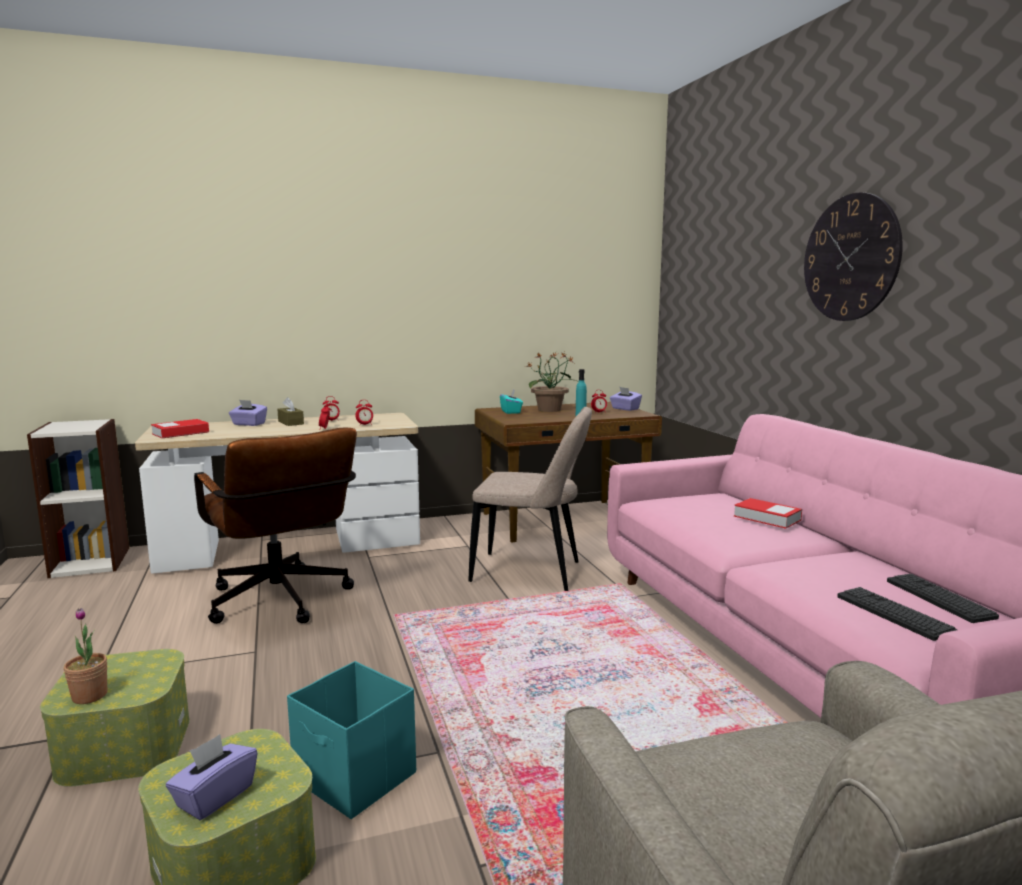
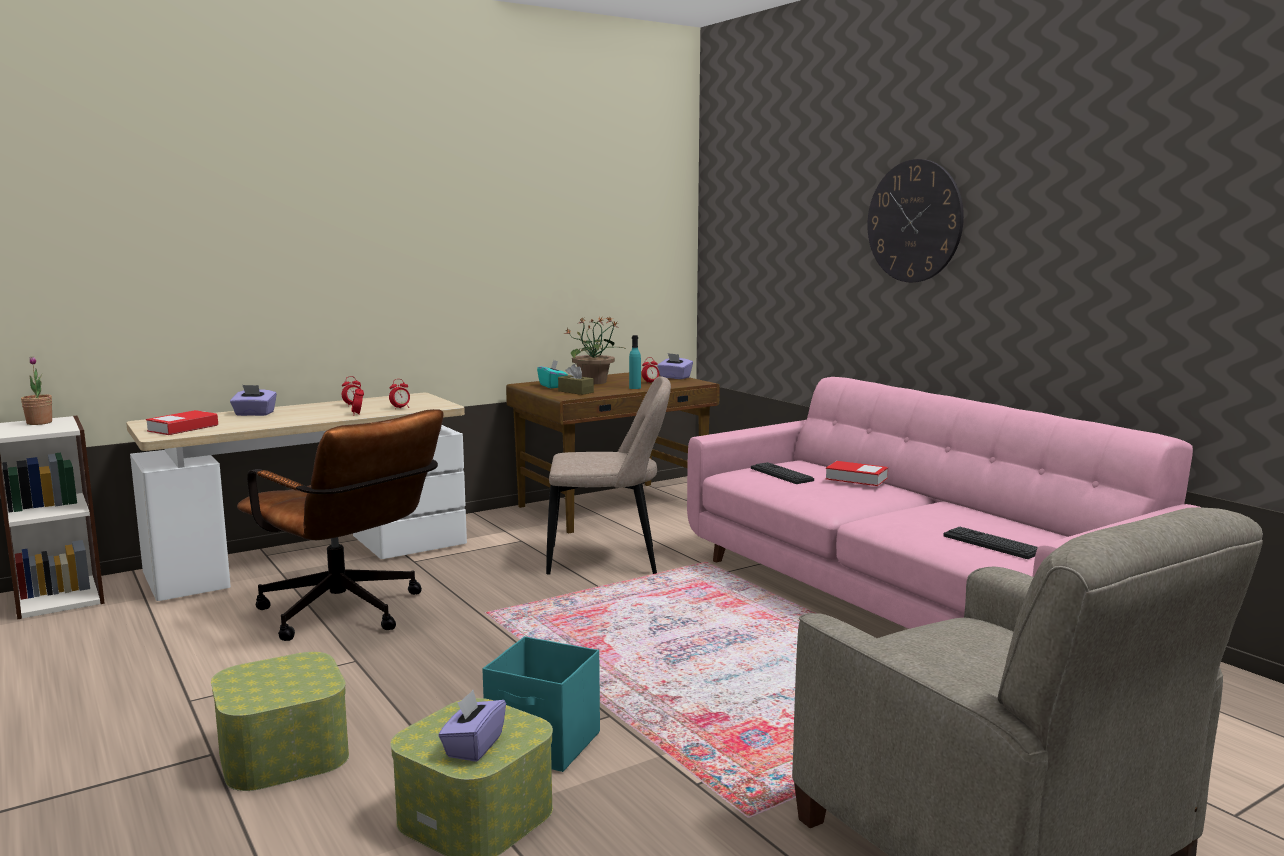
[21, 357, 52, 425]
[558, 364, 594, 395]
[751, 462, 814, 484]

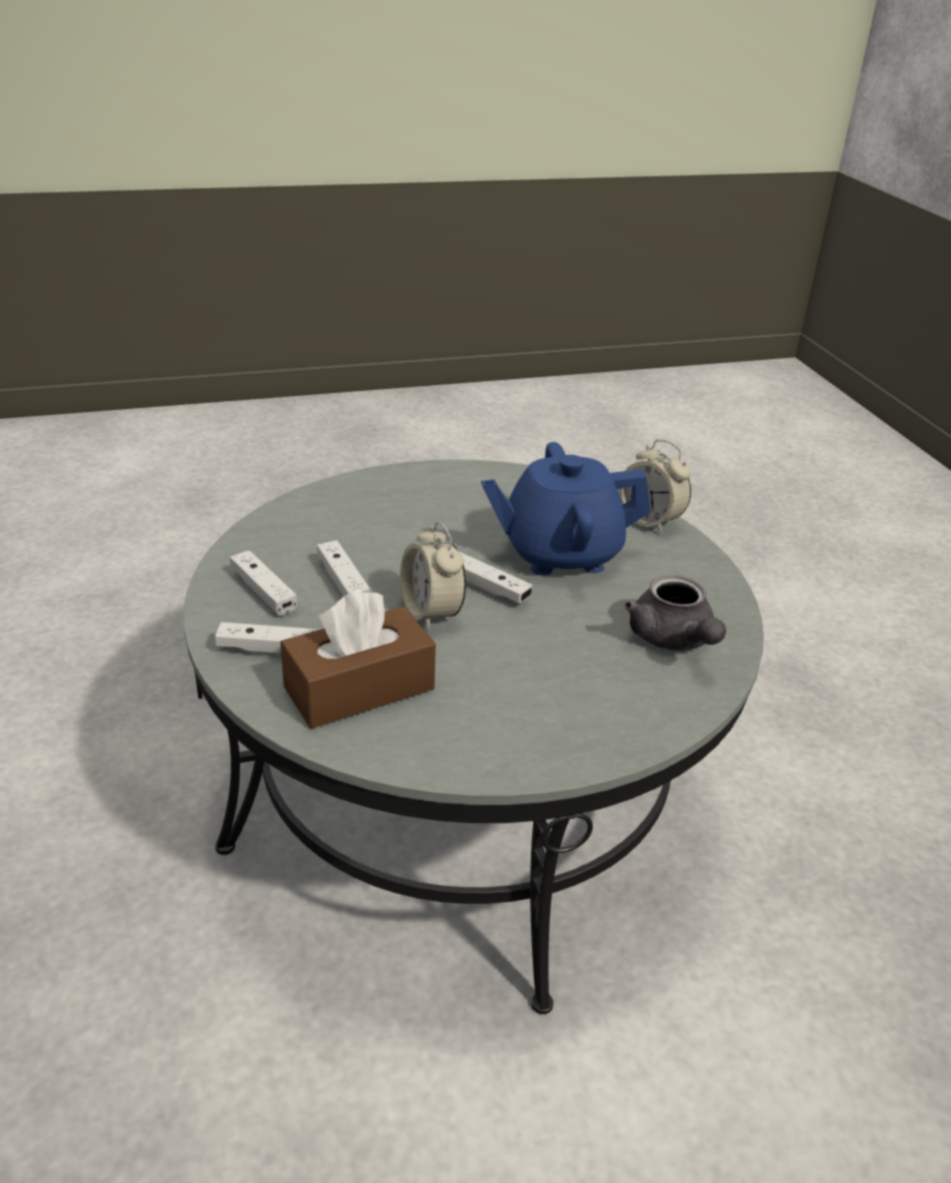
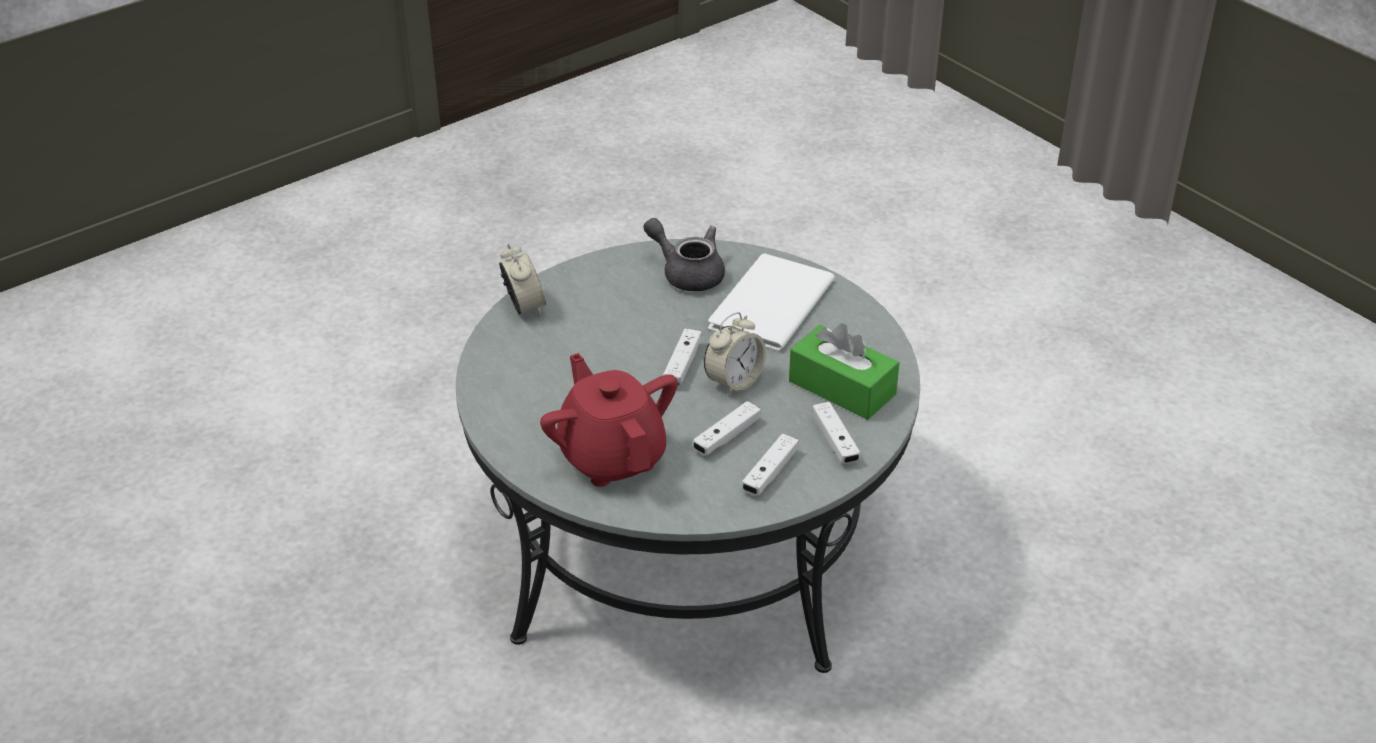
[789, 324, 899, 420]
[481, 442, 651, 576] (first image)
[499, 243, 546, 316]
[643, 218, 725, 291]
[540, 353, 678, 487]
[708, 253, 835, 351]

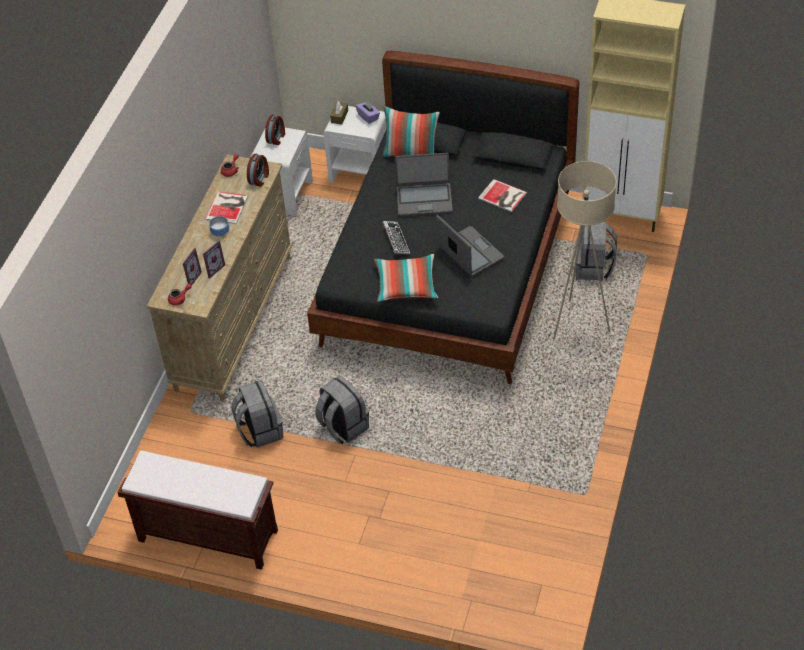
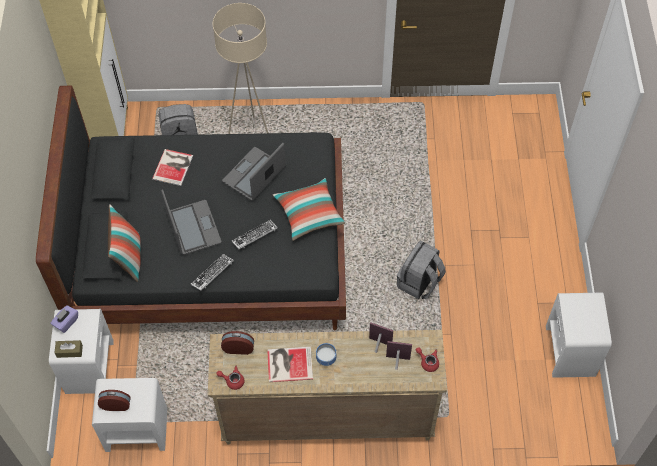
[546, 293, 612, 378]
[231, 380, 283, 448] (first image)
[191, 254, 234, 291]

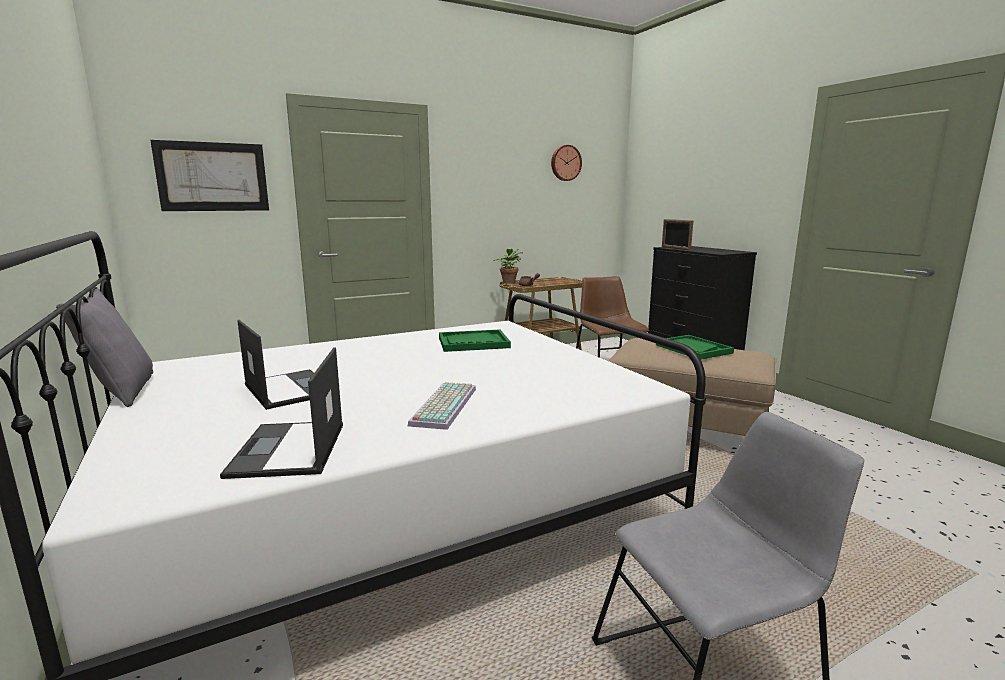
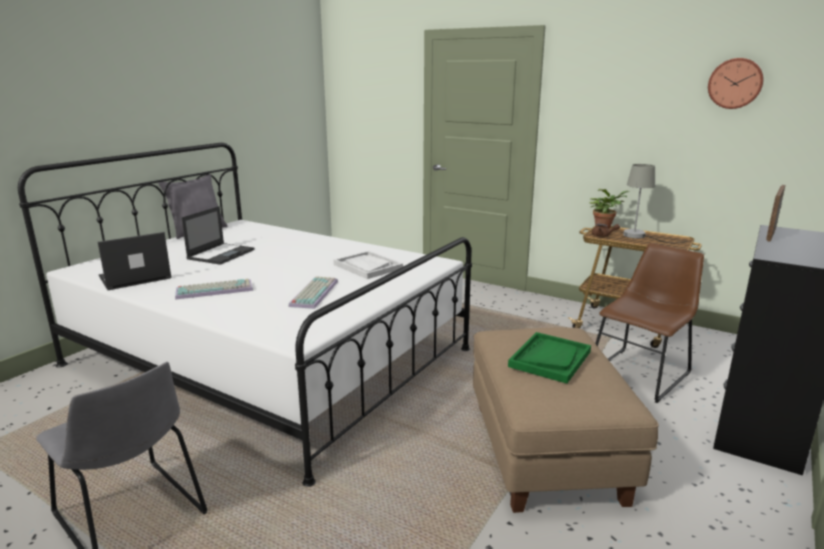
[150, 140, 269, 211] (first image)
[333, 251, 403, 279]
[288, 277, 338, 309]
[623, 164, 687, 244]

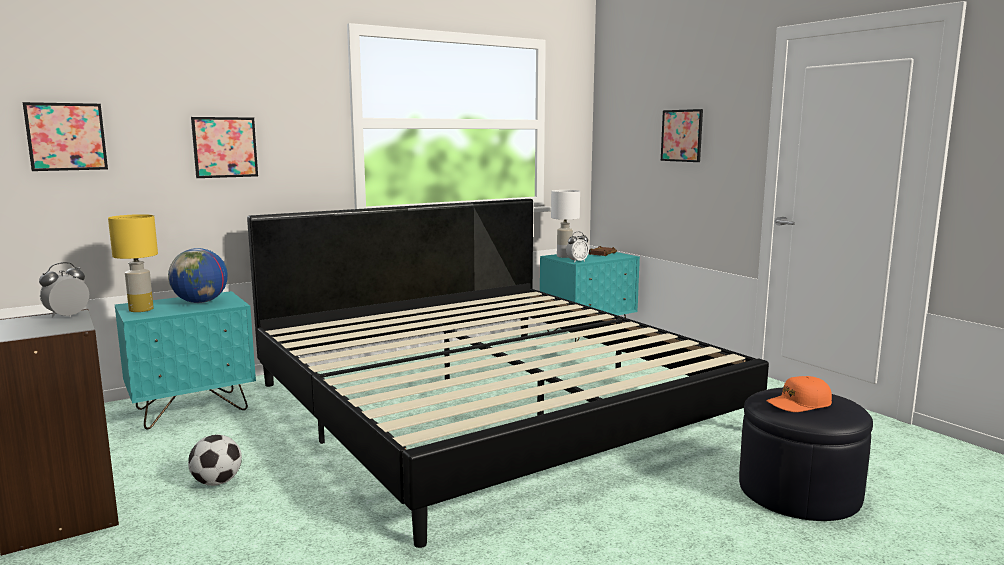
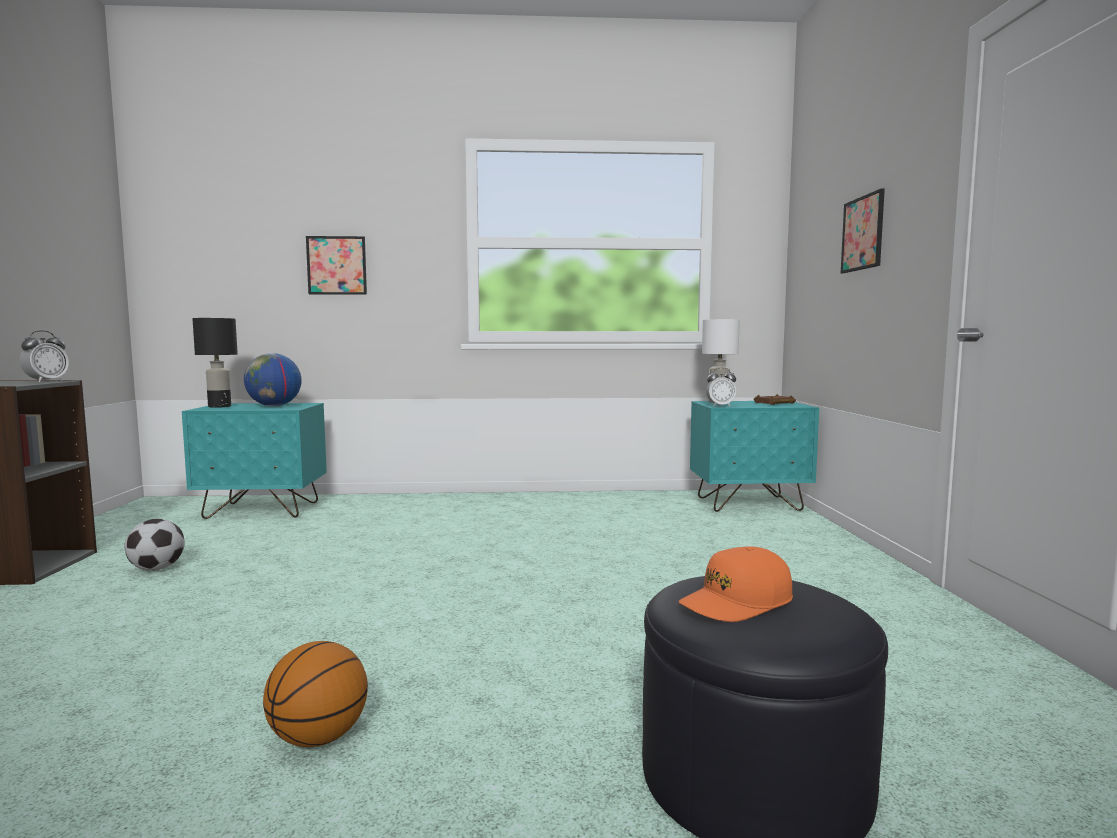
[23, 102, 108, 171] (first image)
[20, 330, 69, 382]
[192, 318, 238, 408]
[247, 199, 769, 548] (first image)
[679, 546, 793, 622]
[263, 641, 368, 747]

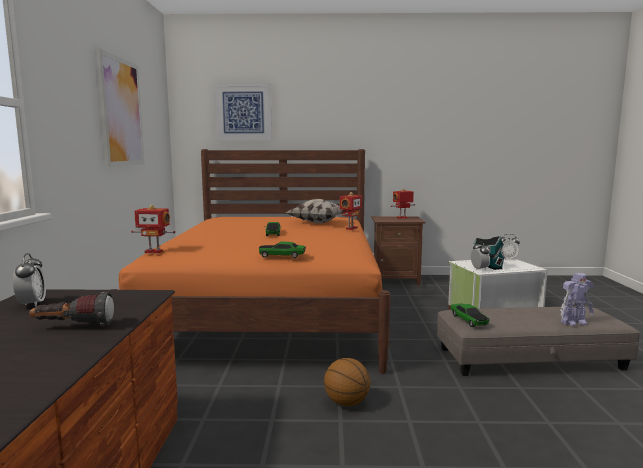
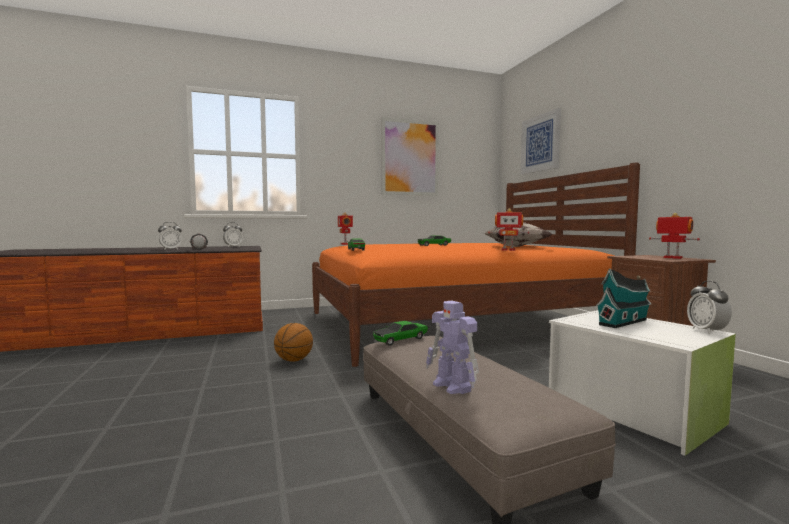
[158, 222, 182, 250]

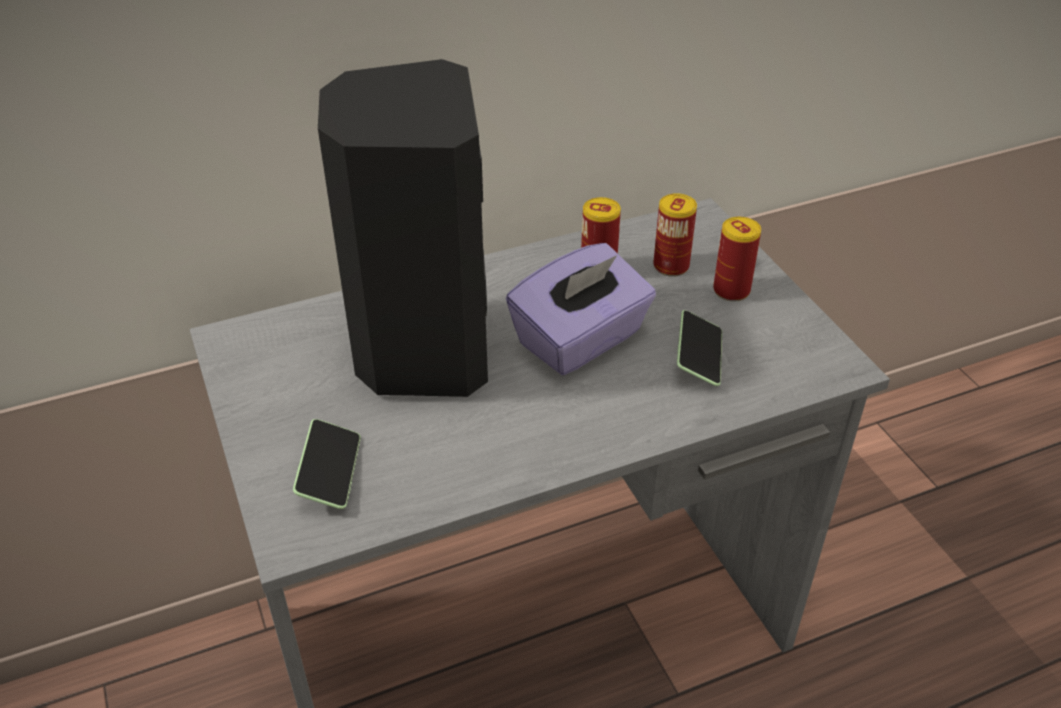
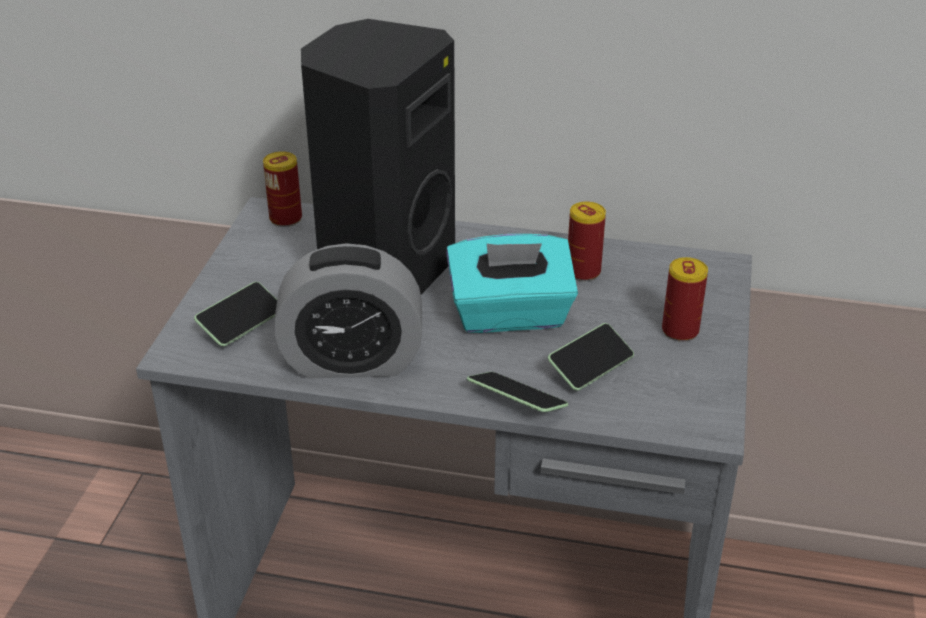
[446, 234, 578, 333]
[263, 151, 302, 227]
[274, 243, 422, 378]
[467, 372, 568, 412]

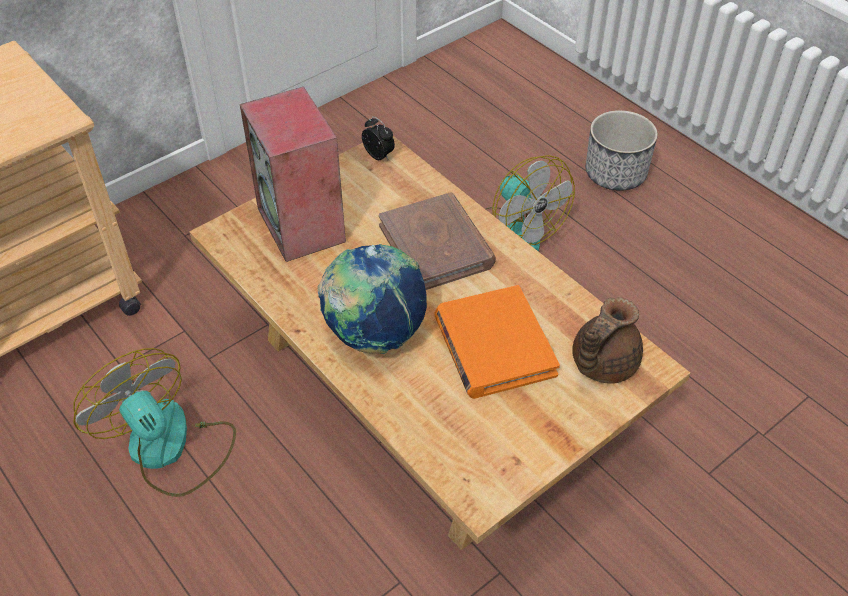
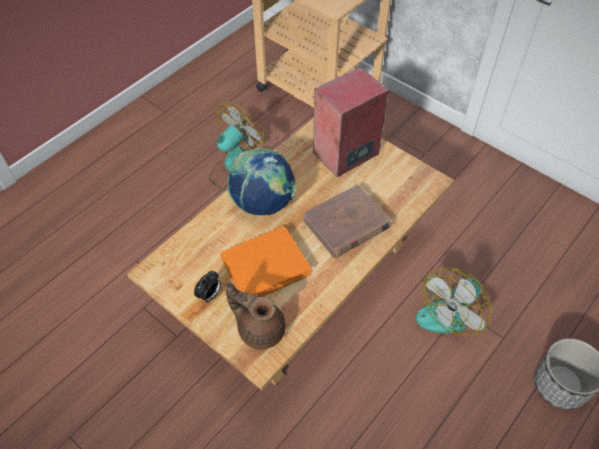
[194, 271, 221, 303]

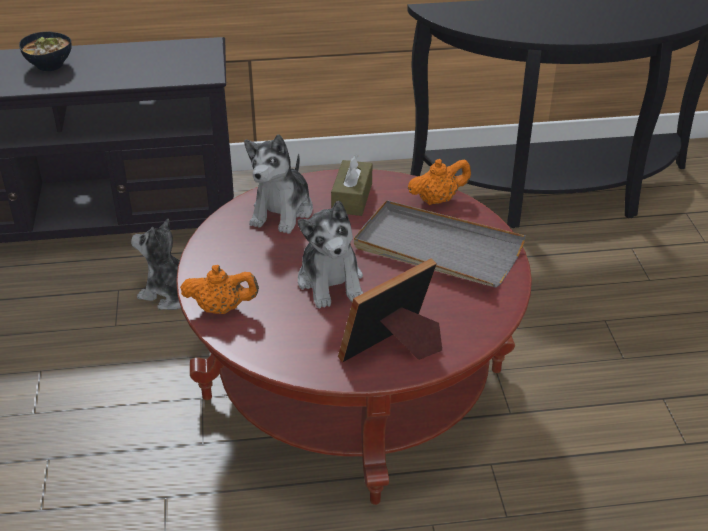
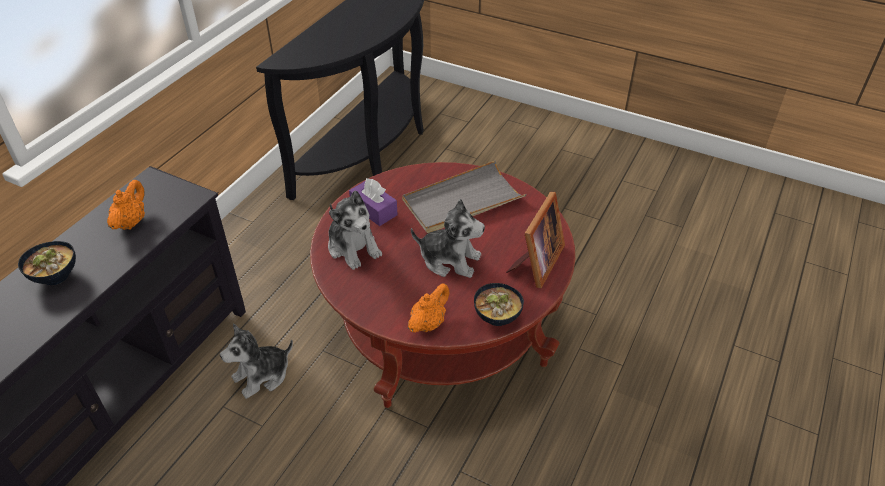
[349, 178, 398, 226]
[506, 192, 565, 288]
[107, 180, 145, 230]
[474, 283, 524, 326]

